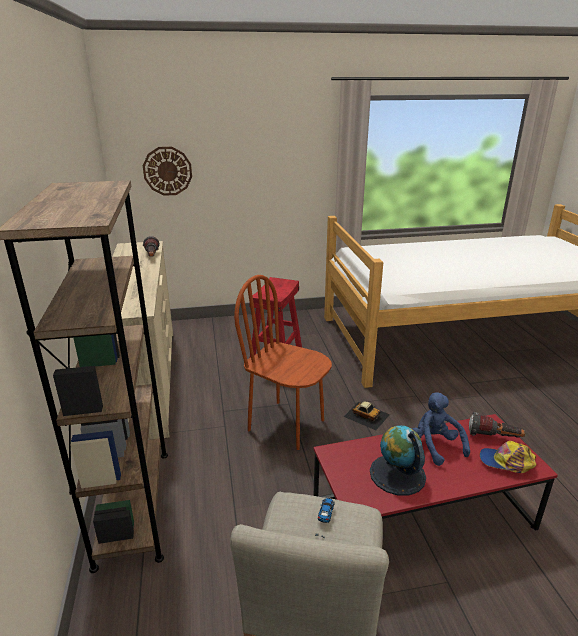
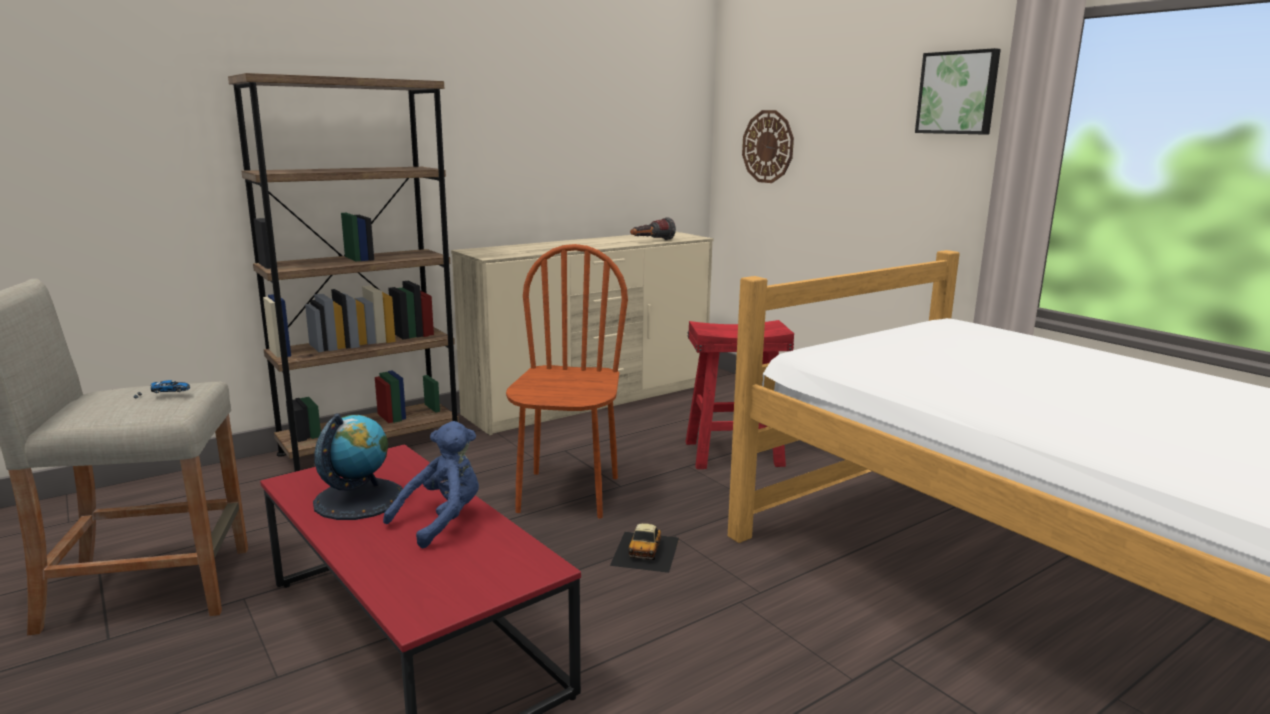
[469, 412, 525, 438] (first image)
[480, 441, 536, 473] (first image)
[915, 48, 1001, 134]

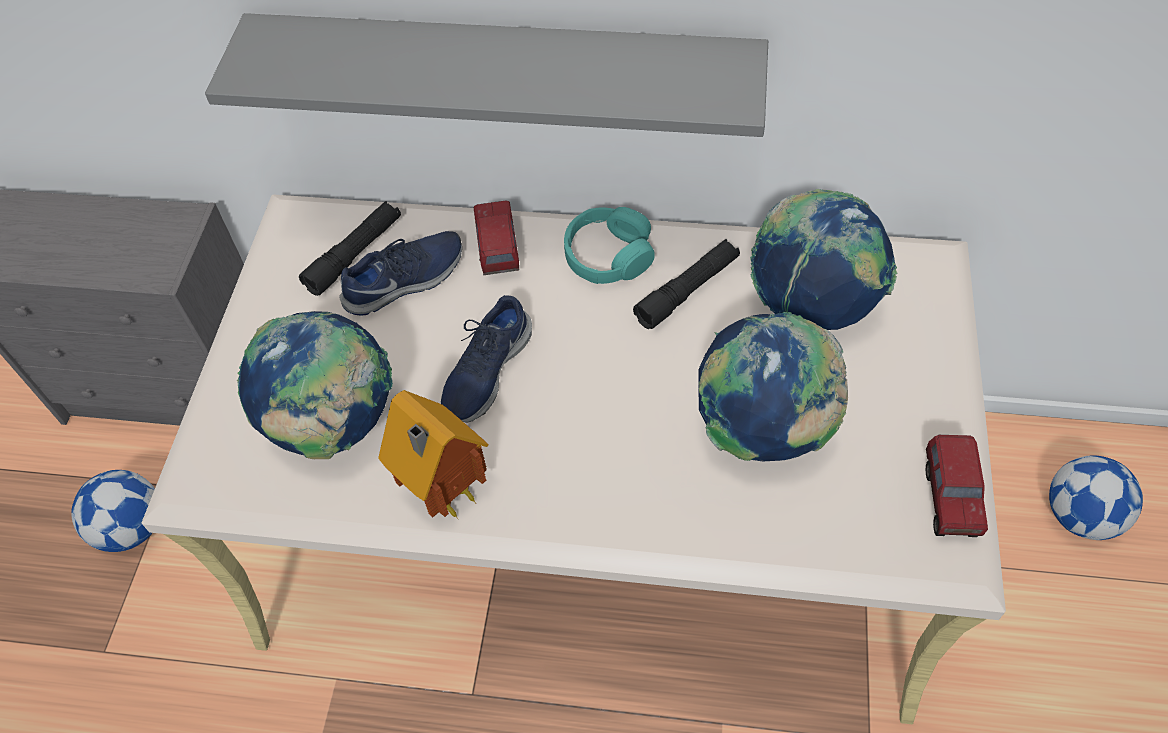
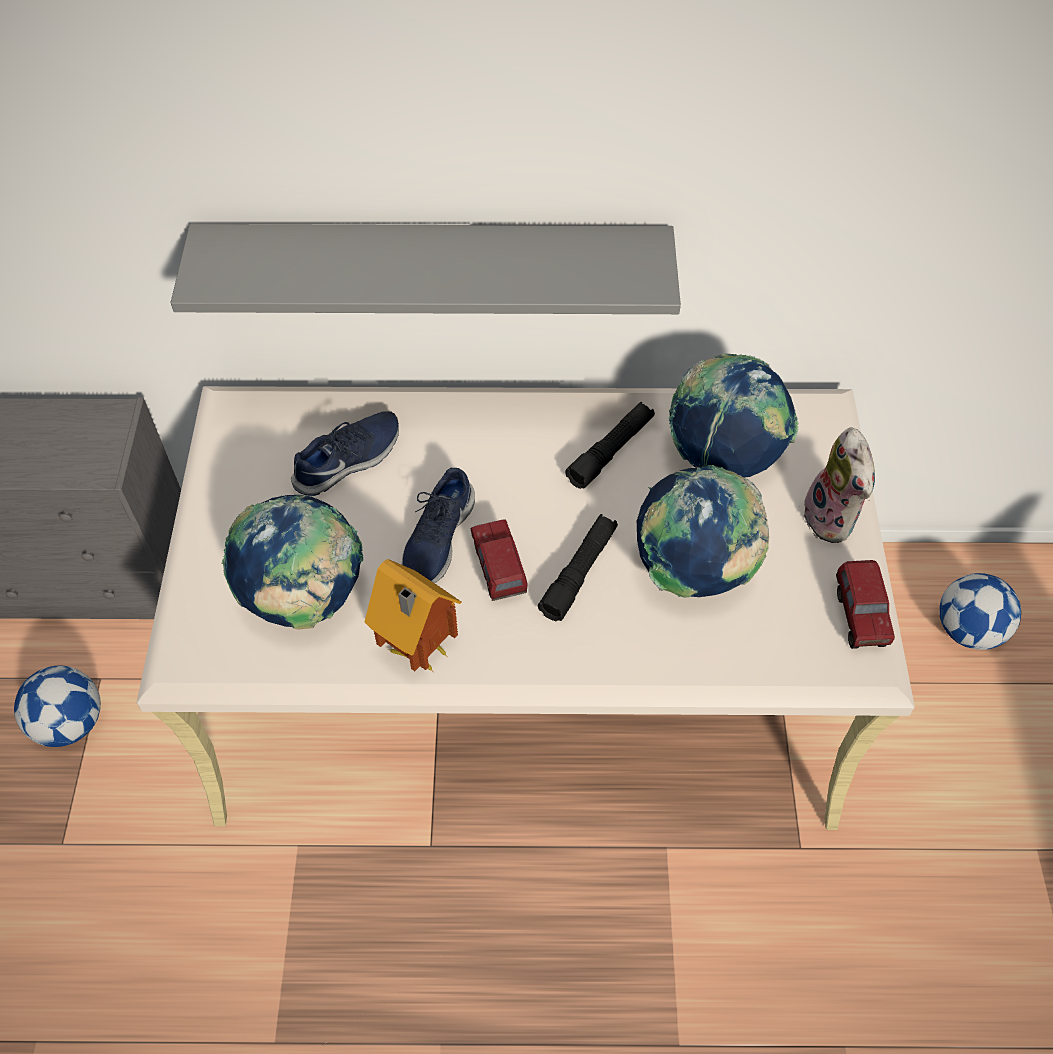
[538, 514, 618, 621]
[470, 520, 528, 601]
[564, 207, 655, 284] (first image)
[804, 427, 875, 543]

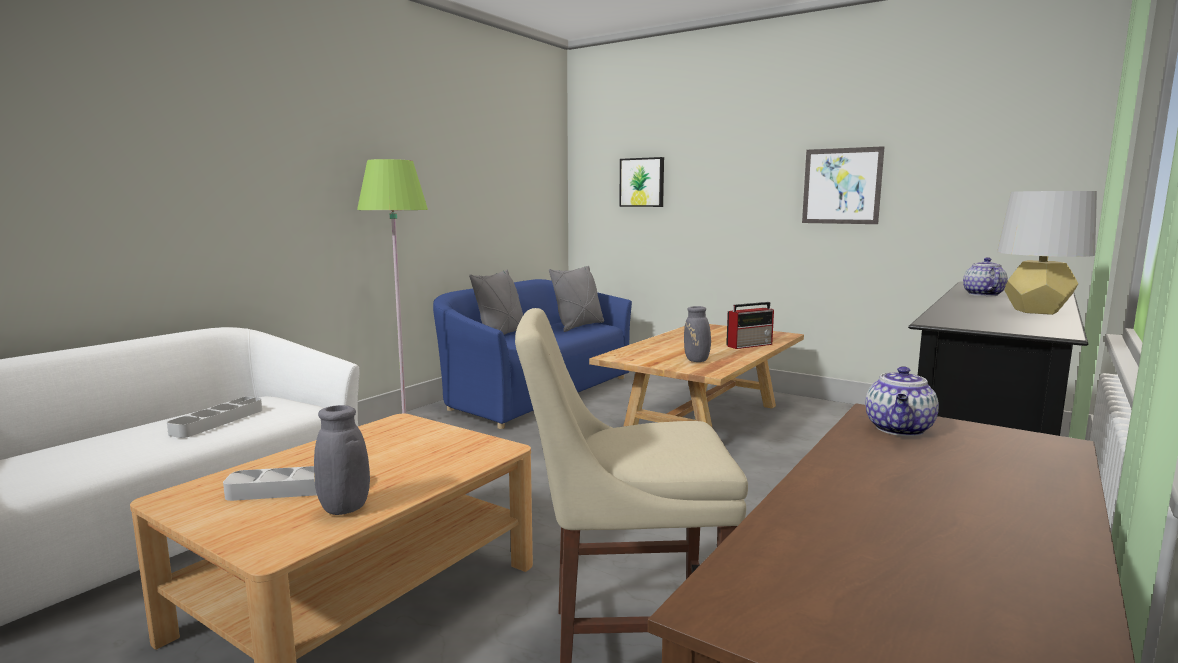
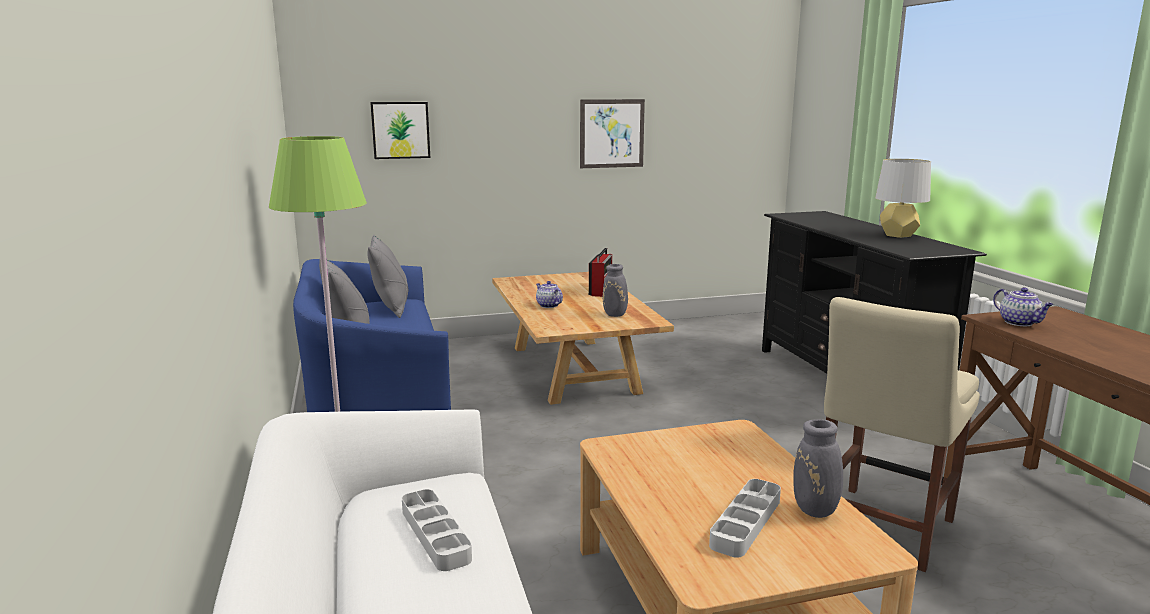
[536, 281, 563, 308]

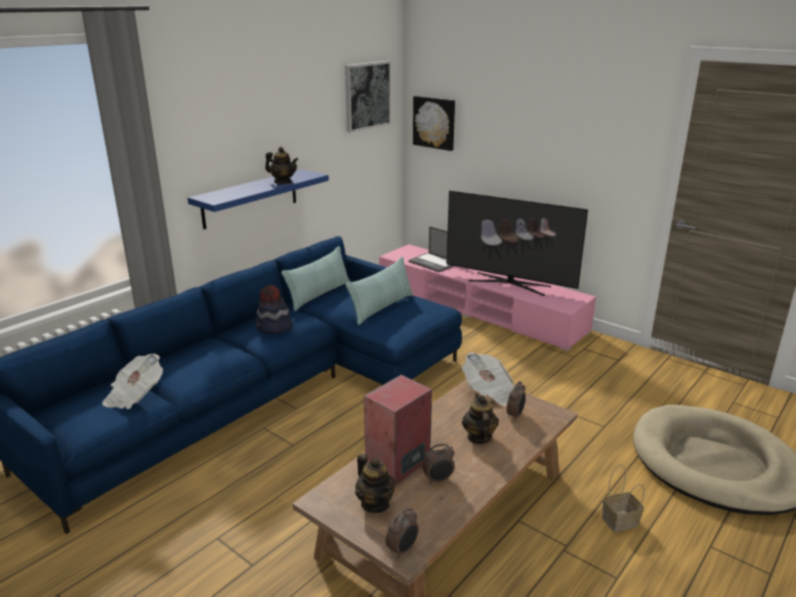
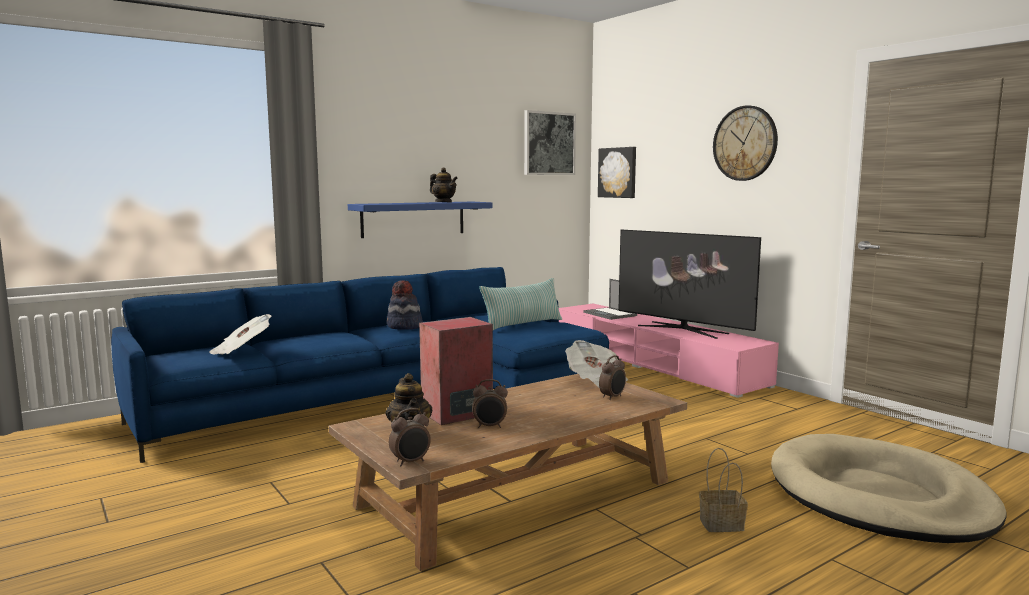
[281, 246, 350, 311] (first image)
[462, 393, 499, 444] (first image)
[713, 105, 778, 181]

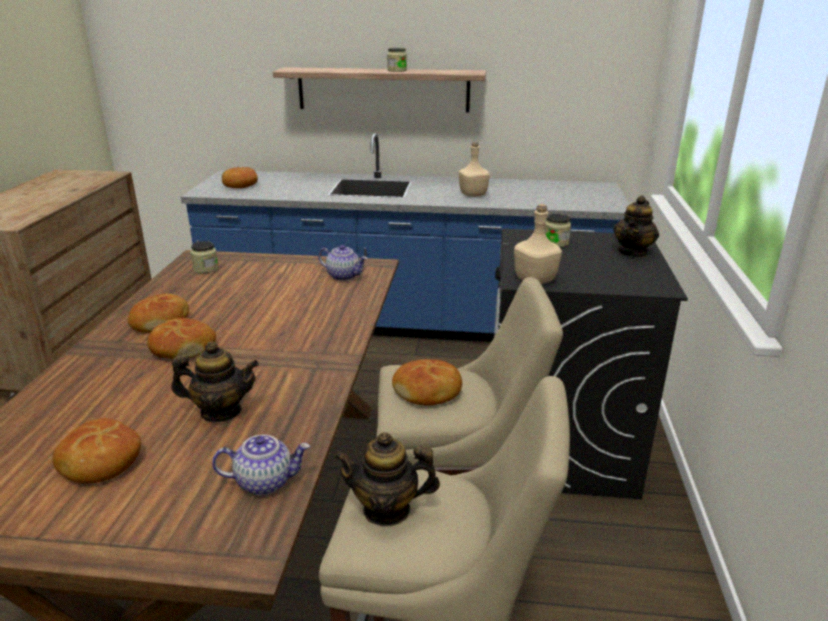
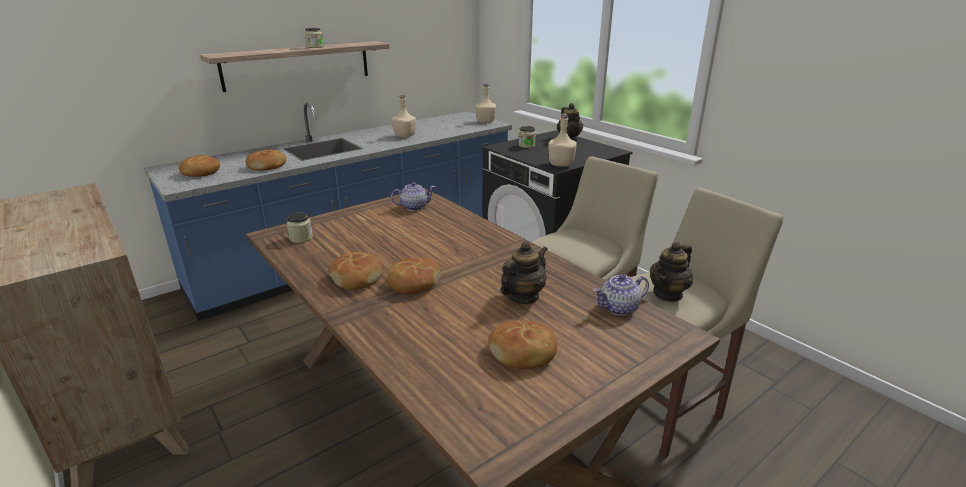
[593, 274, 649, 316]
[246, 150, 286, 171]
[476, 84, 496, 123]

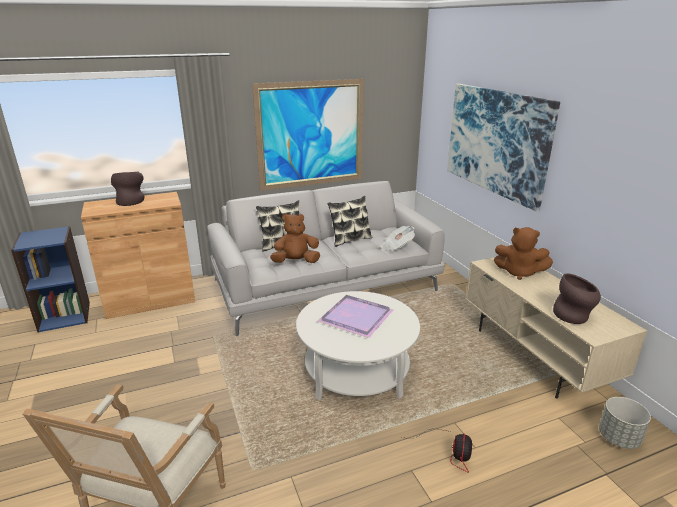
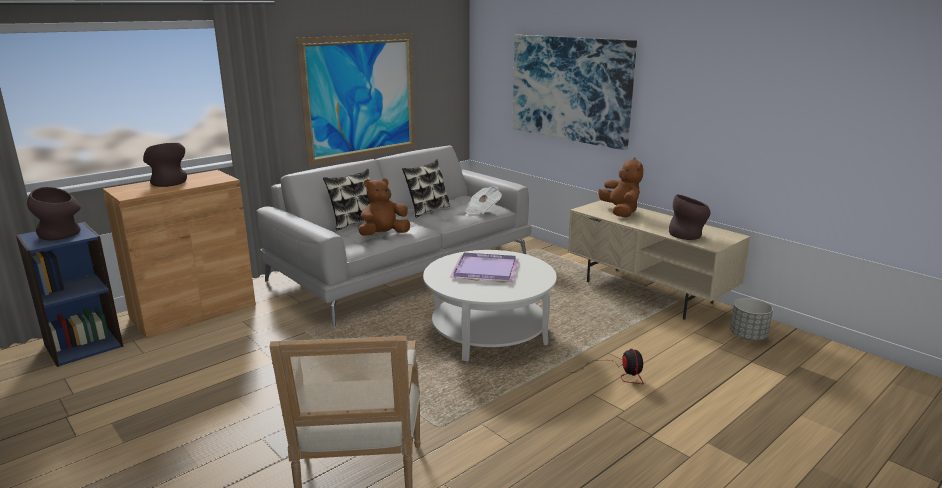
[598, 157, 643, 217]
[27, 187, 81, 240]

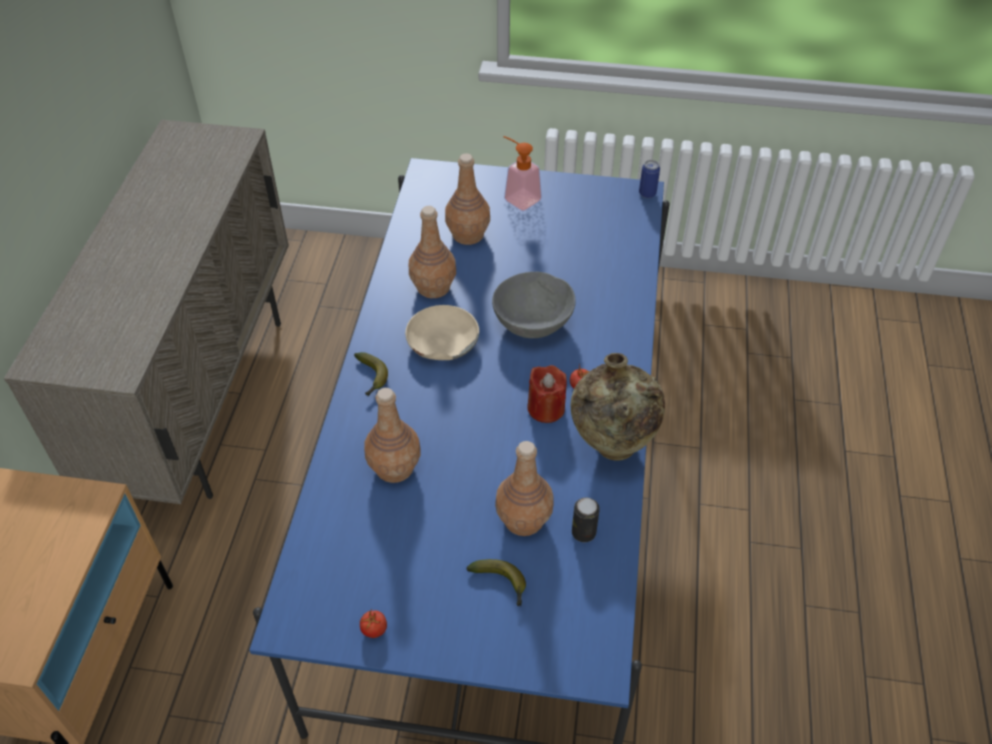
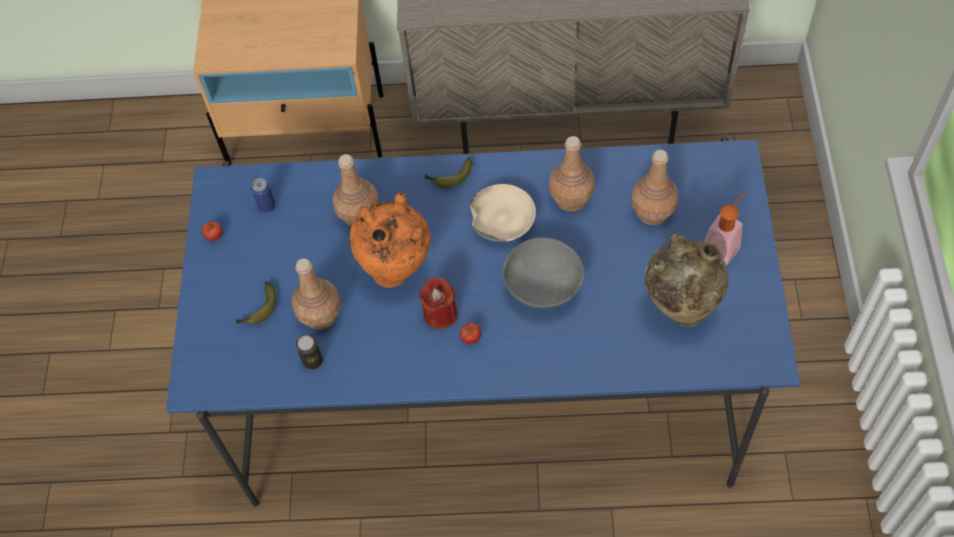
[644, 233, 729, 327]
[251, 178, 276, 212]
[349, 193, 430, 288]

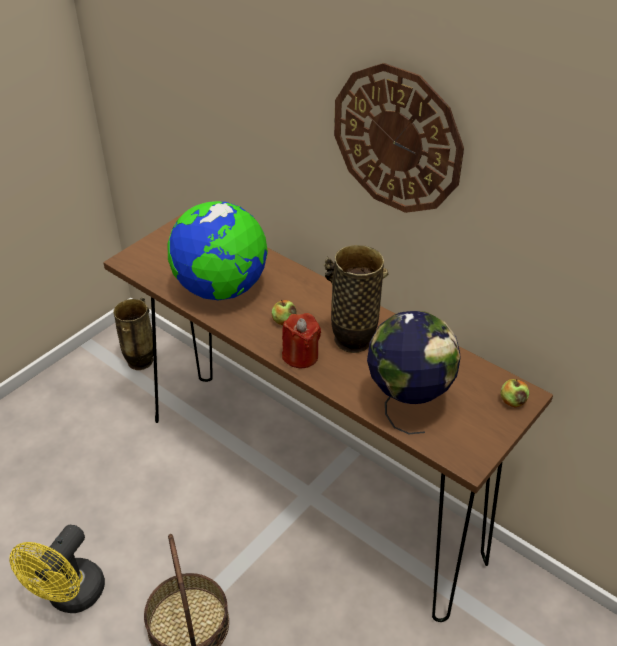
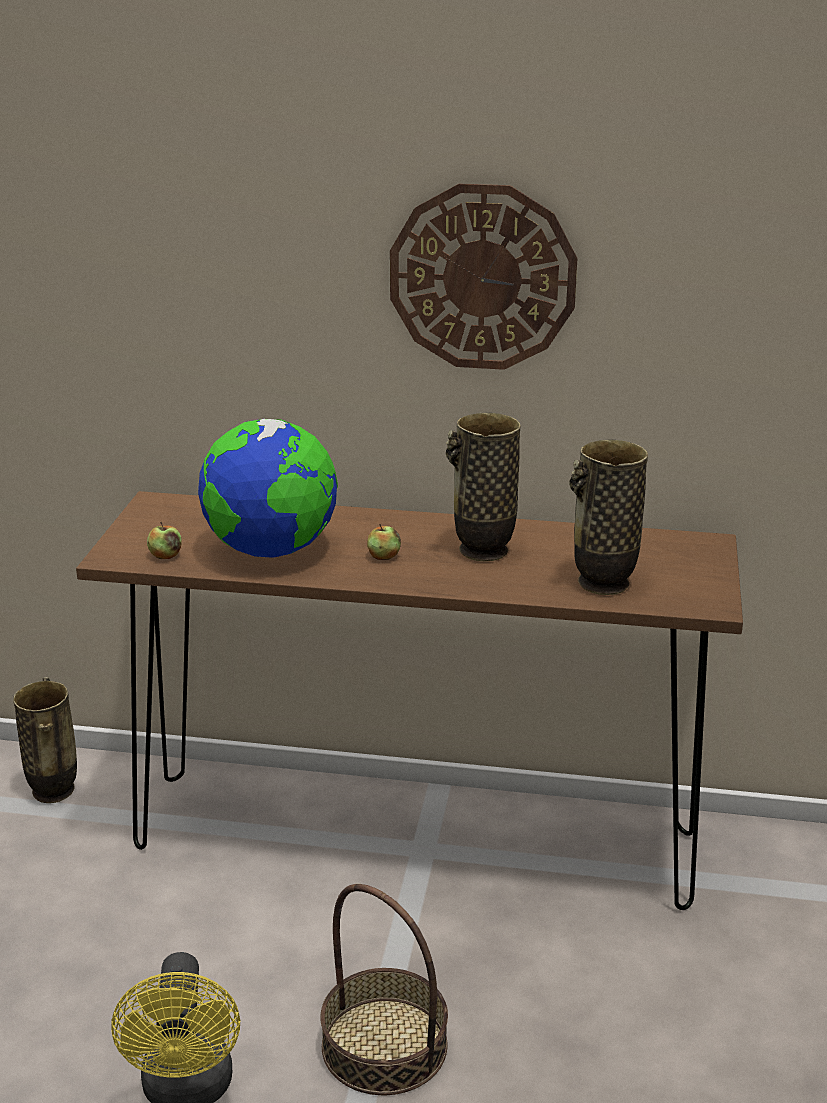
[282, 313, 321, 368] (first image)
[569, 440, 648, 595]
[147, 522, 182, 559]

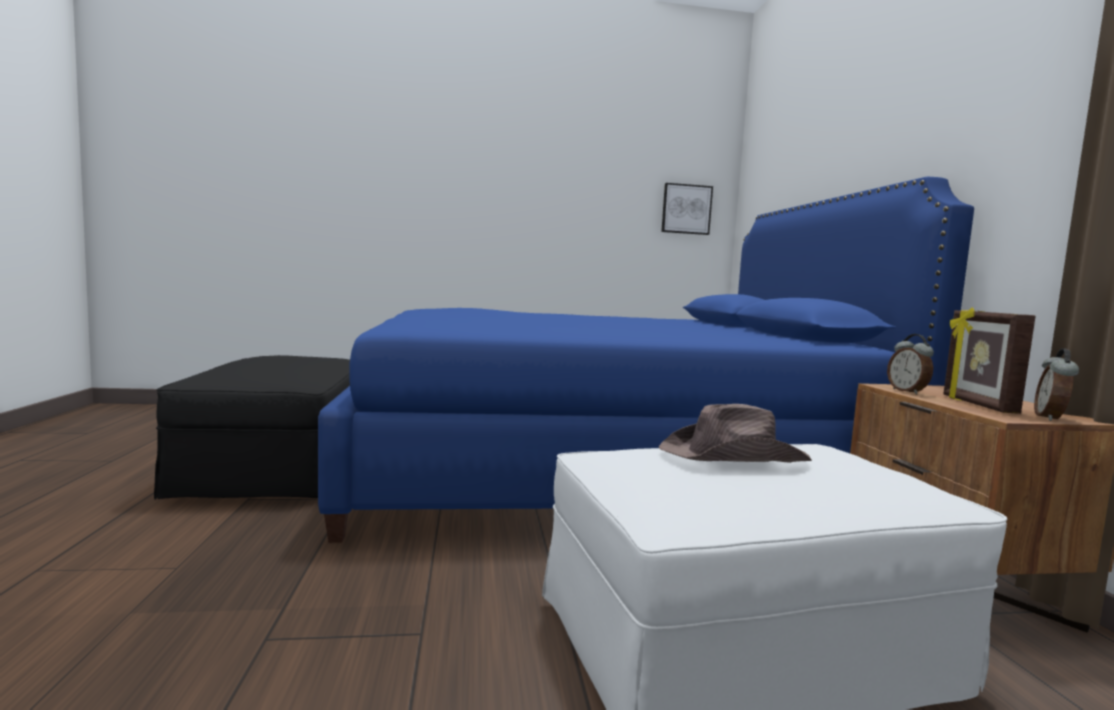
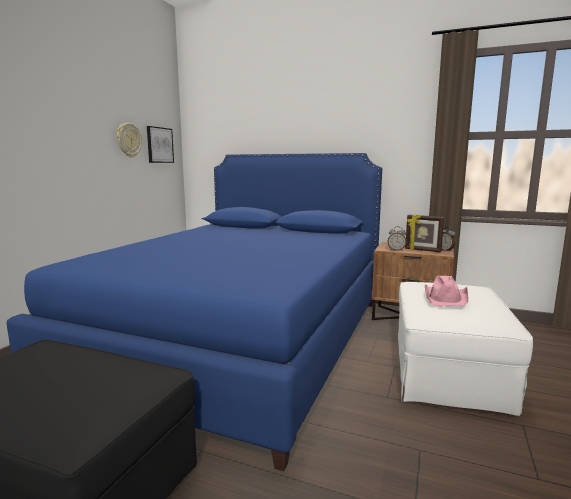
[425, 276, 469, 306]
[117, 123, 142, 157]

